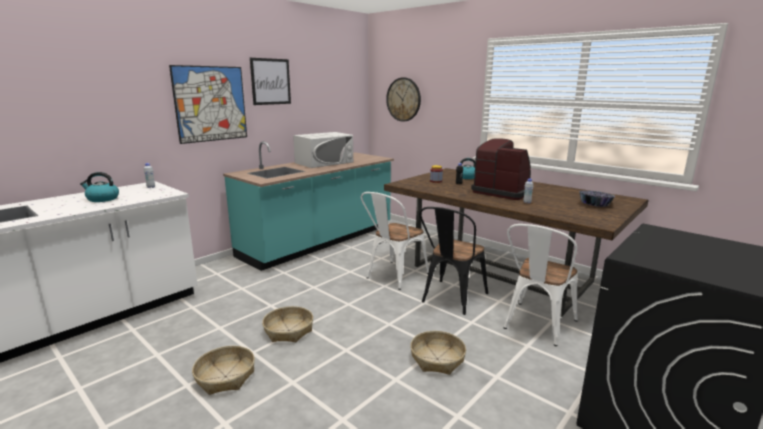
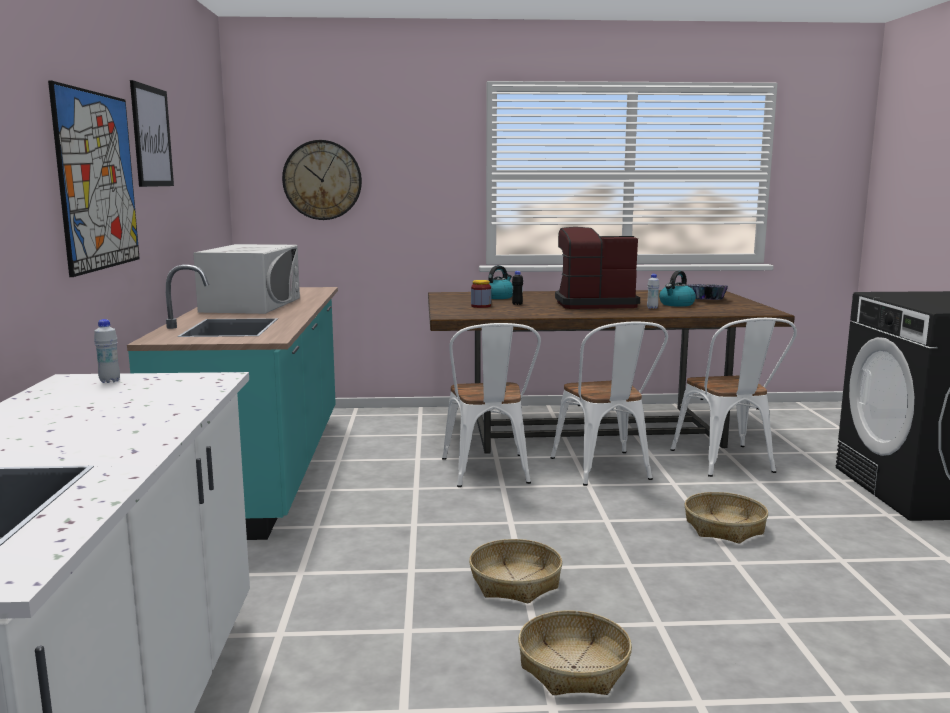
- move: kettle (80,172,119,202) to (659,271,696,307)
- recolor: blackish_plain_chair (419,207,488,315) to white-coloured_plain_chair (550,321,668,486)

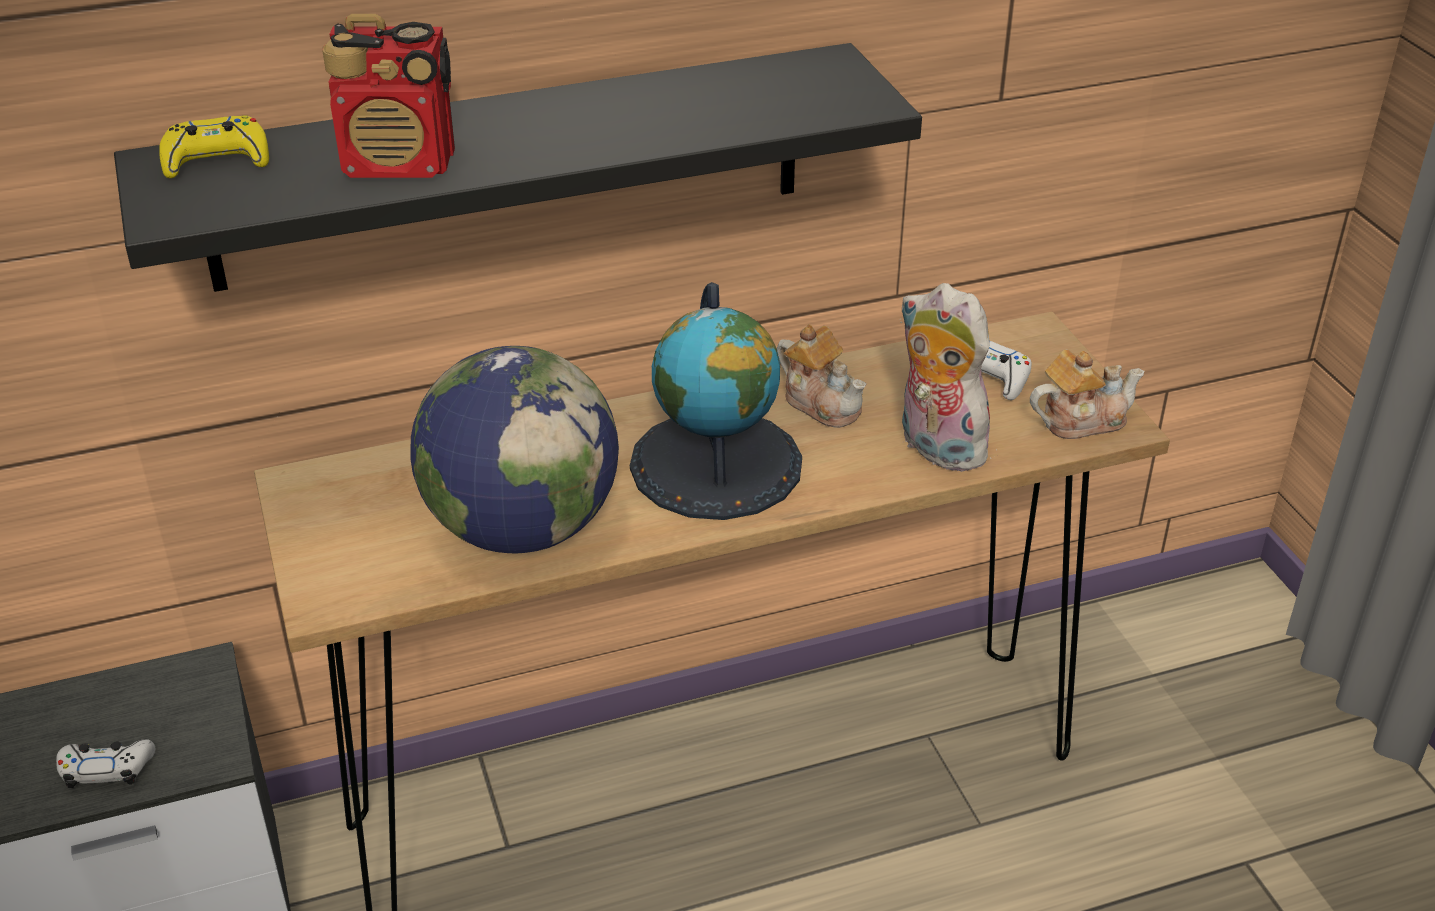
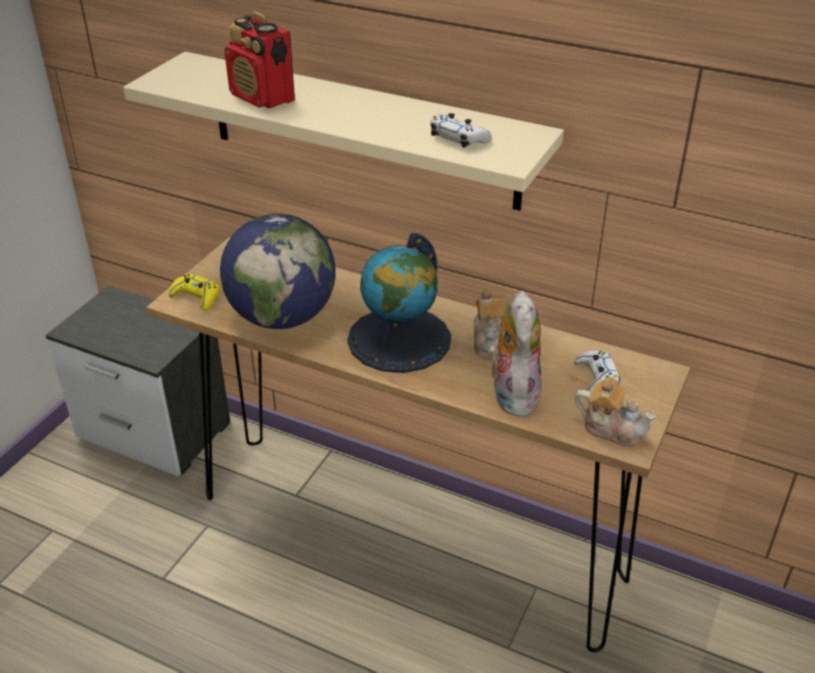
- recolor: blackish_wall_shelf (114,43,922,292) to beige-coloured_wall_shelf (123,52,564,211)
- move: yellow_game_controller (159,115,269,178) to (169,274,219,310)
- move: white-coloured_game_controller (56,739,155,789) to (430,113,492,148)

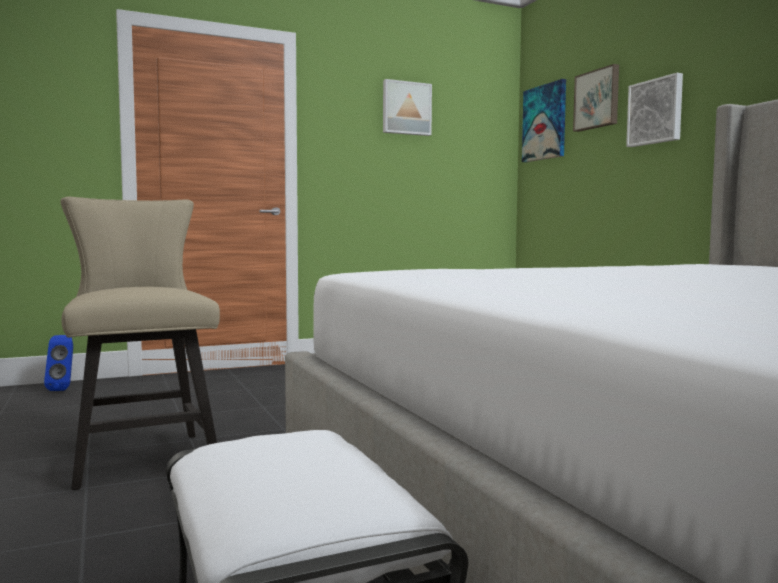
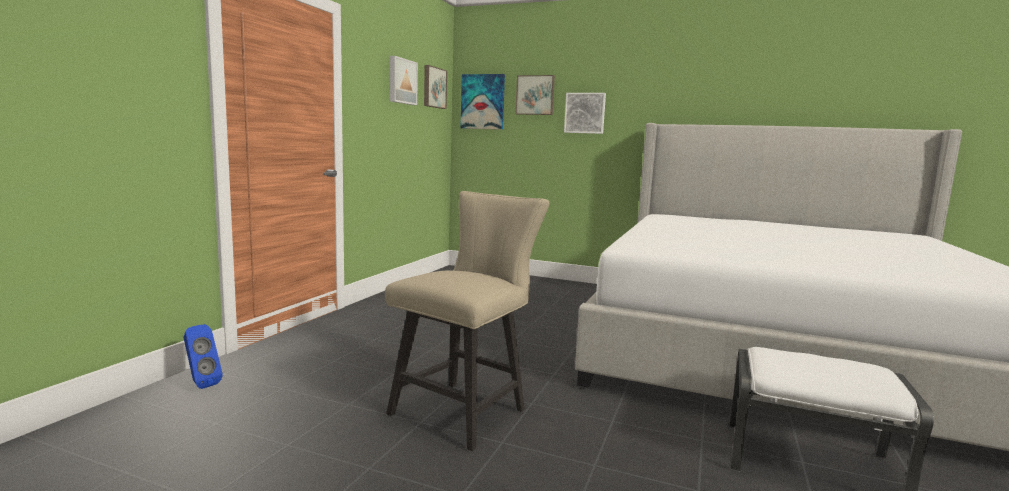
- rotate: beige-coloured_plain_chair (60,197,220,490) = (385,191,549,451) 105 degrees clockwise
- insert: picture (424,65,447,109)

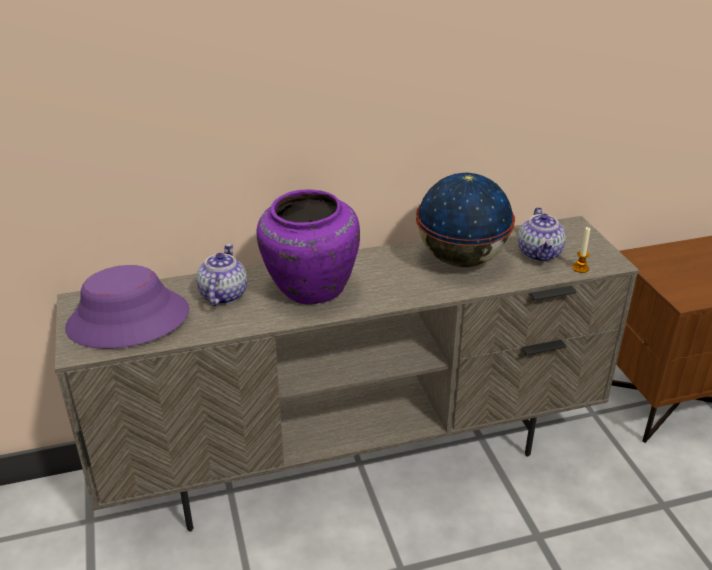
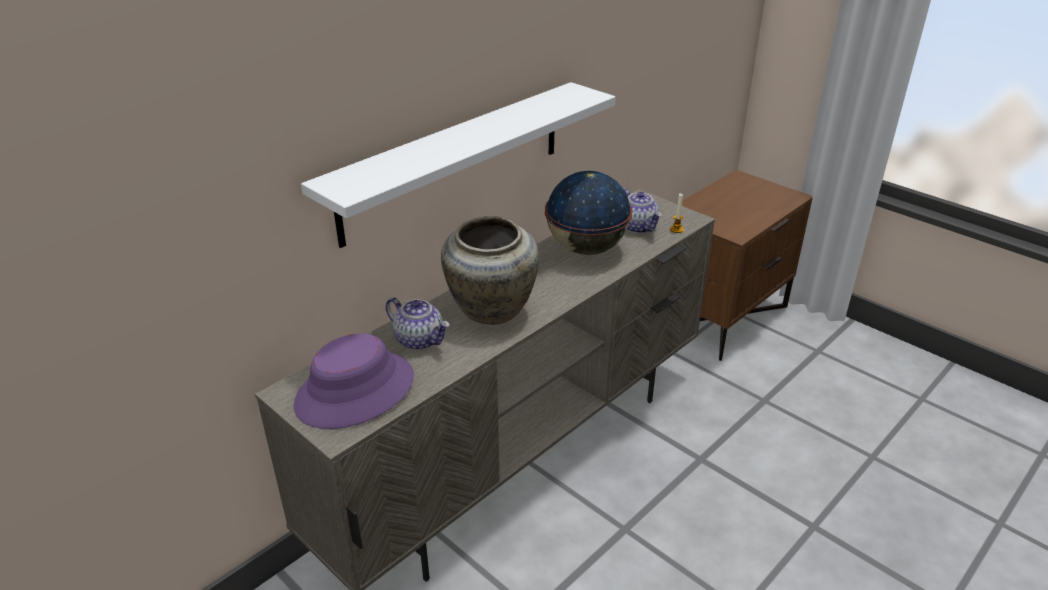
- recolor: purple-coloured_flower_vase (257,189,360,304) to beige-coloured_flower_vase (441,216,539,325)
- rotate: teapot (196,244,247,306) = (386,297,450,350) 150 degrees clockwise
- insert: white-coloured_wall_shelf (301,82,616,248)

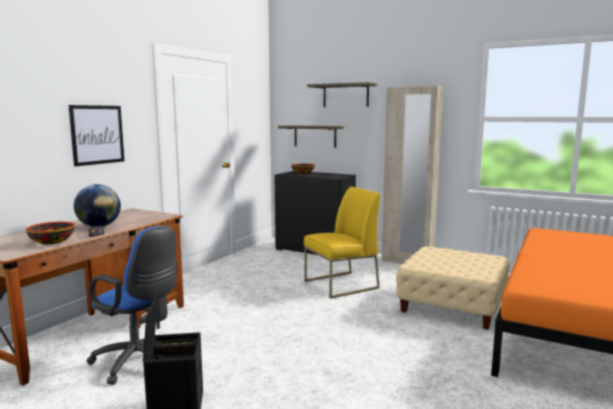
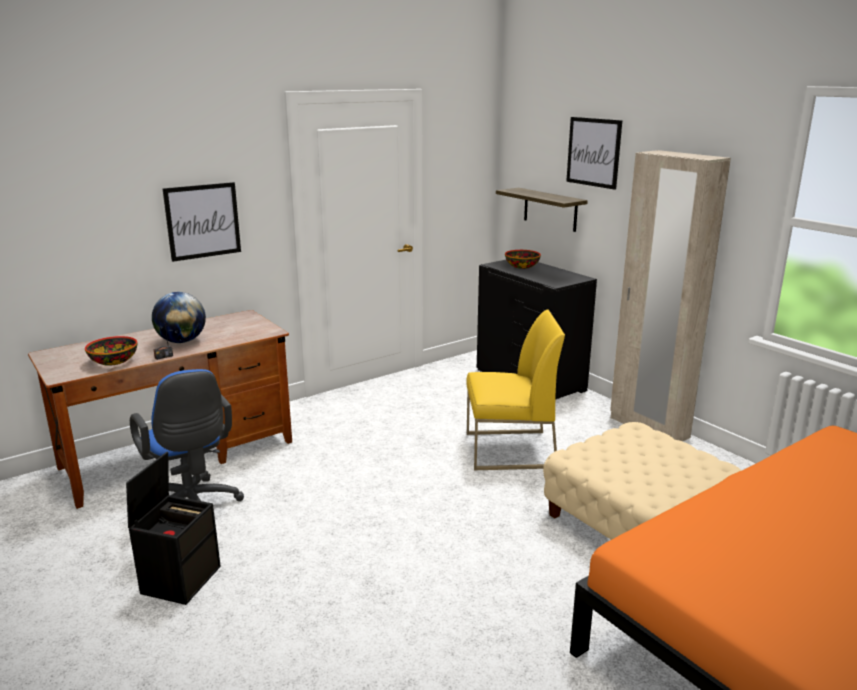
- replace: wall_shelf (307,82,377,107) to picture (566,117,622,190)

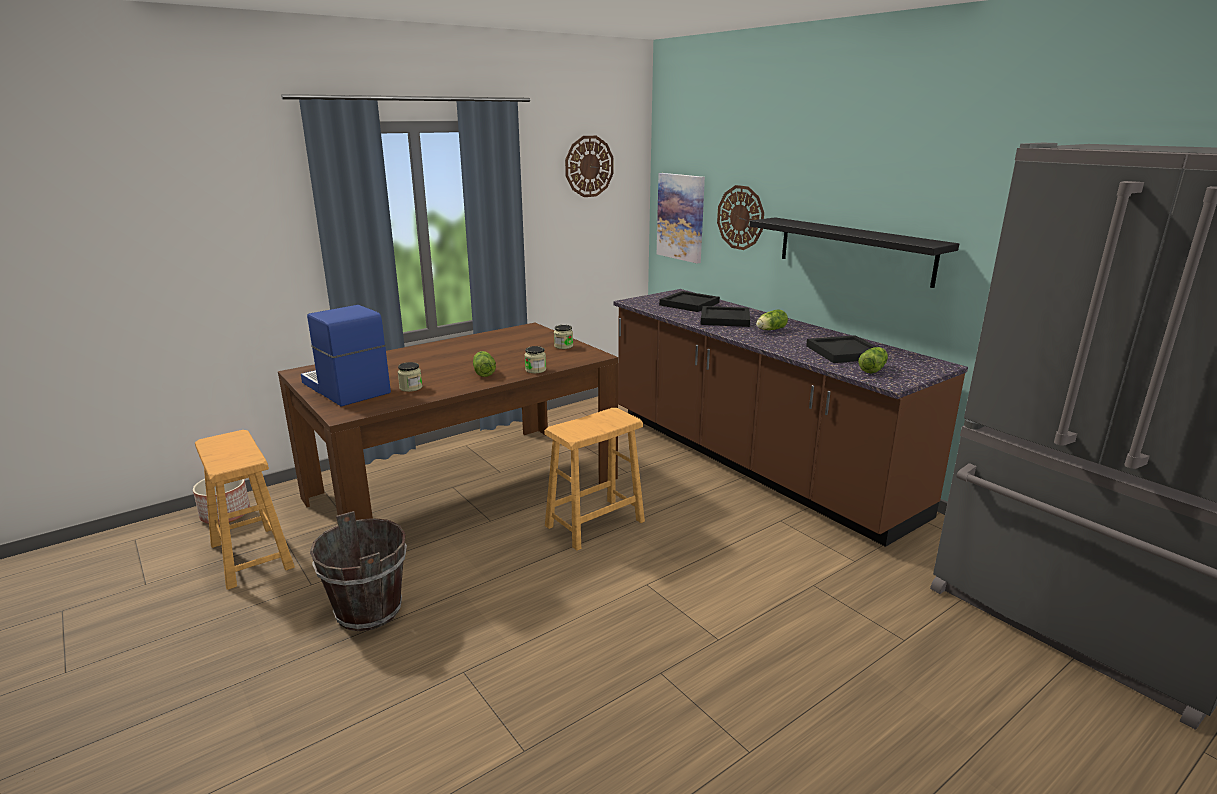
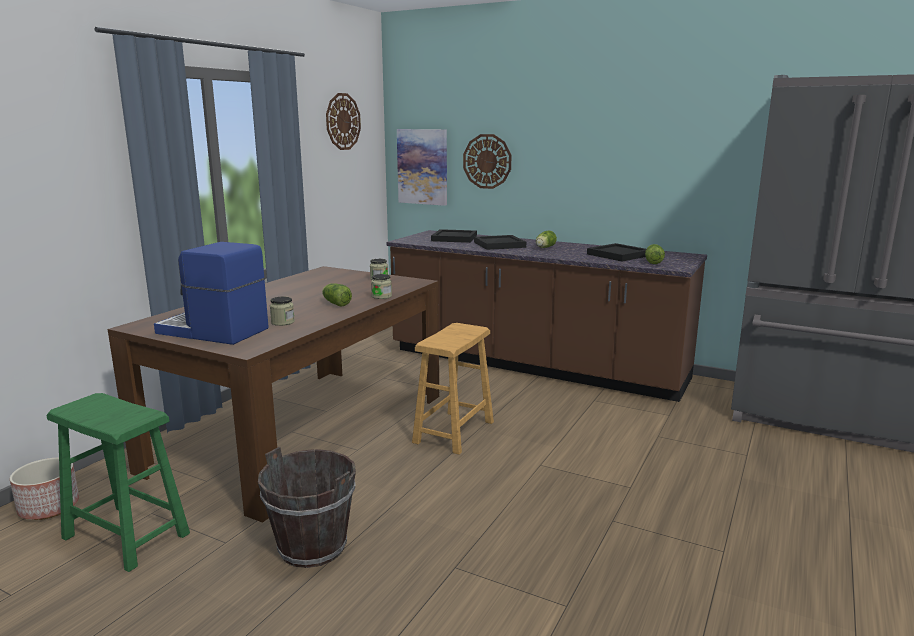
- delete: blackish_wall_shelf (750,218,959,288)
- recolor: brown_stool (195,430,295,590) to green-coloured_stool (47,393,190,572)

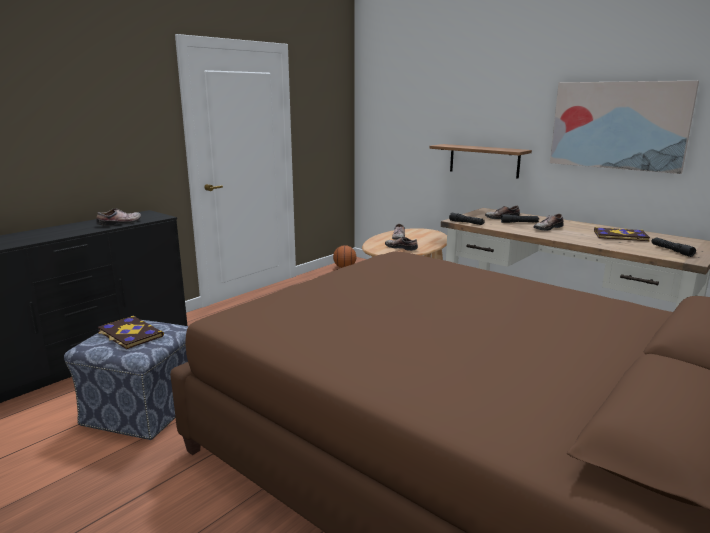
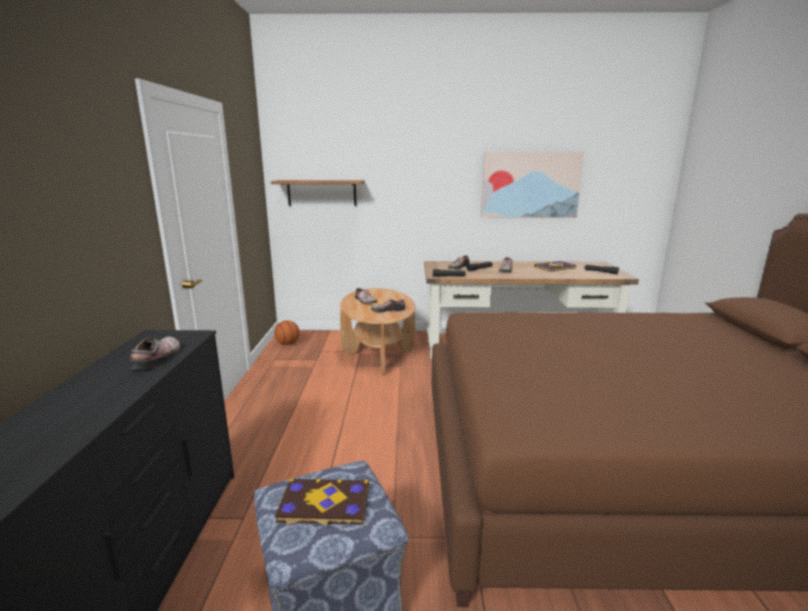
- move: wall_shelf (429,144,532,178) to (271,180,365,206)

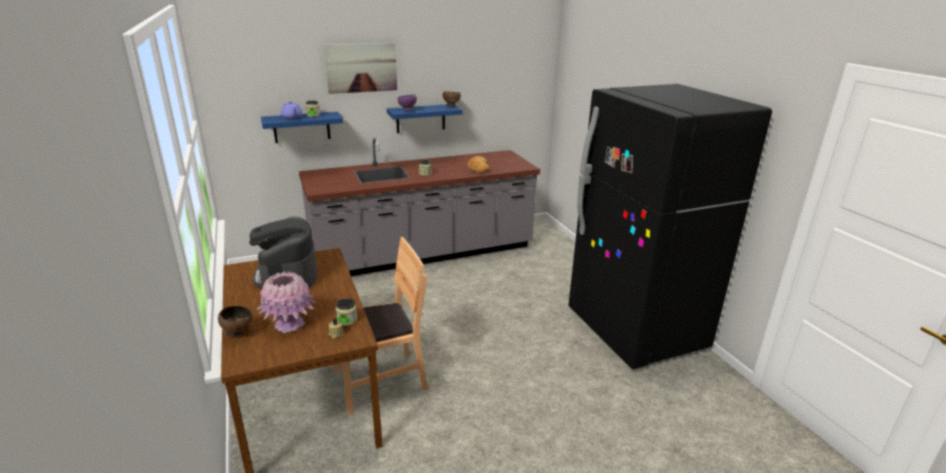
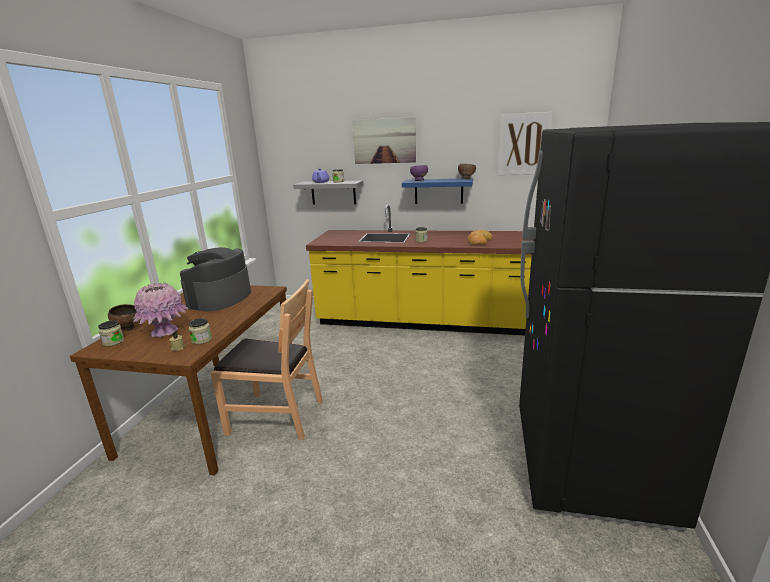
- recolor: blue-coloured_wall_shelf (261,112,343,143) to greyish_wall_shelf (293,180,363,205)
- recolor: greyish_kitchen_base_unit (299,138,540,276) to yellow_kitchen_base_unit (306,205,533,335)
- insert: picture (498,112,553,175)
- insert: storage_jar (98,320,124,346)

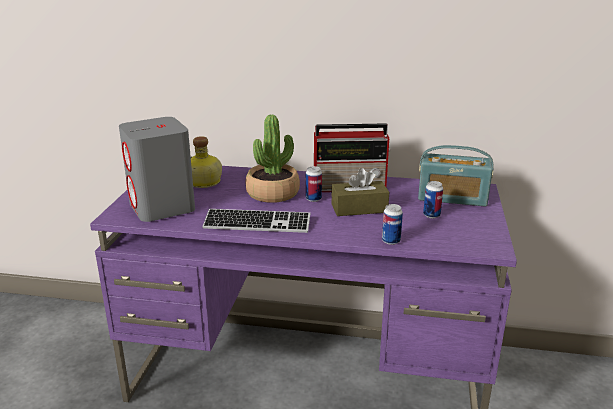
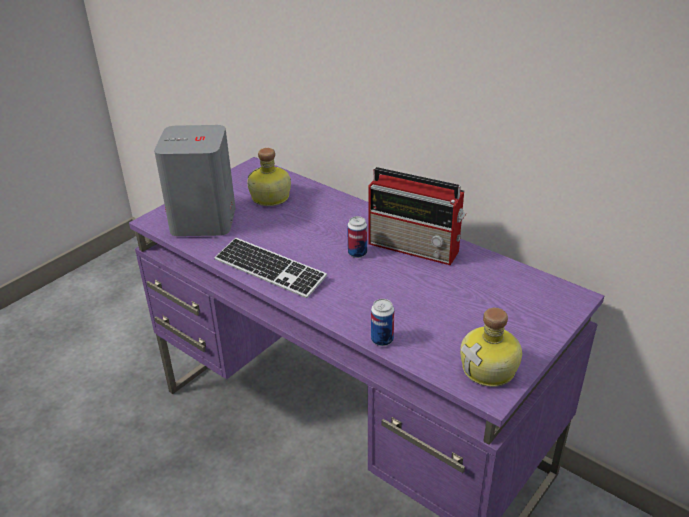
- delete: houseplant (246,115,300,203)
- delete: radio_set (418,145,494,206)
- delete: brown_box_of_tissues (331,168,389,216)
- delete: can (423,181,443,218)
- insert: bottle (460,308,522,387)

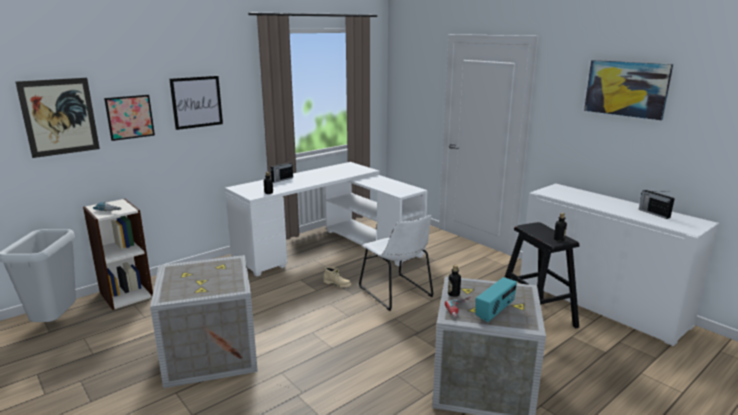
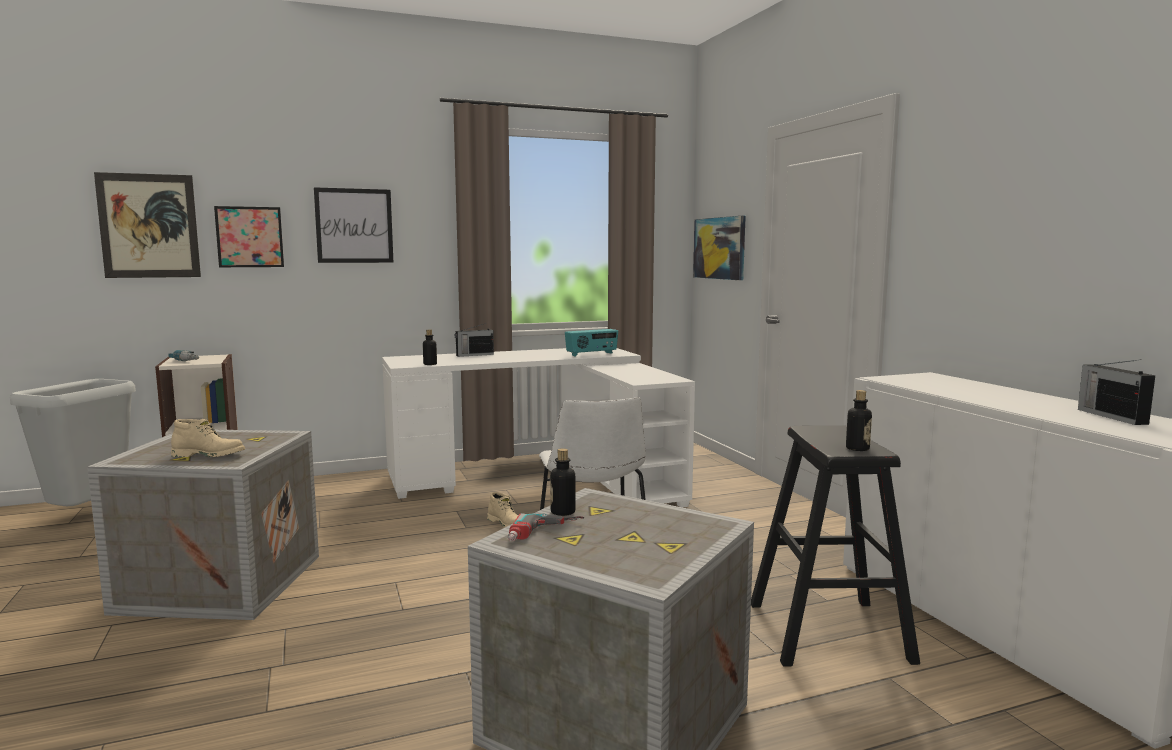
- move: picture (584,60,673,120) to (693,216,746,280)
- move: radio_set (475,277,517,323) to (565,329,618,356)
- insert: beige-coloured_boot (171,419,245,457)

